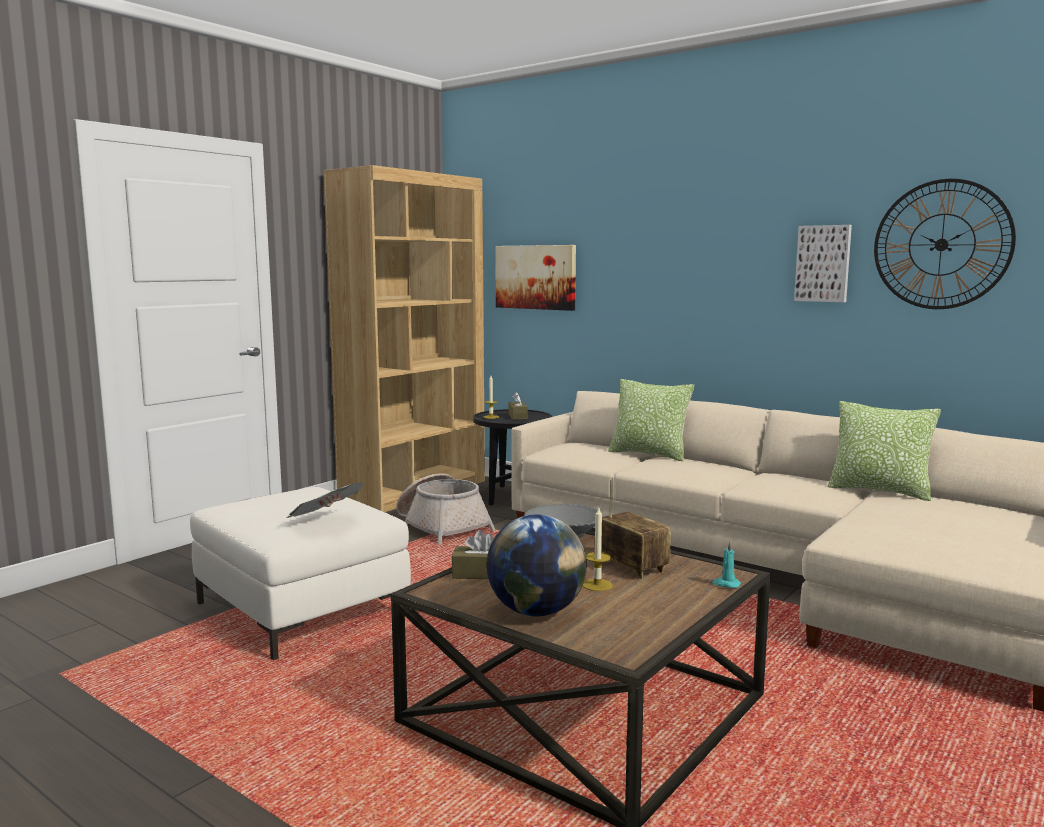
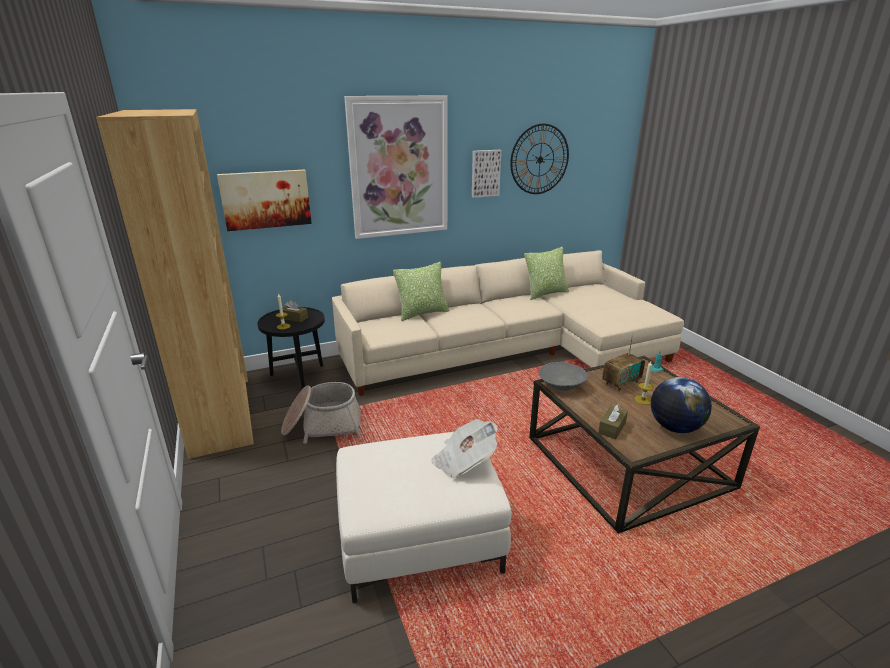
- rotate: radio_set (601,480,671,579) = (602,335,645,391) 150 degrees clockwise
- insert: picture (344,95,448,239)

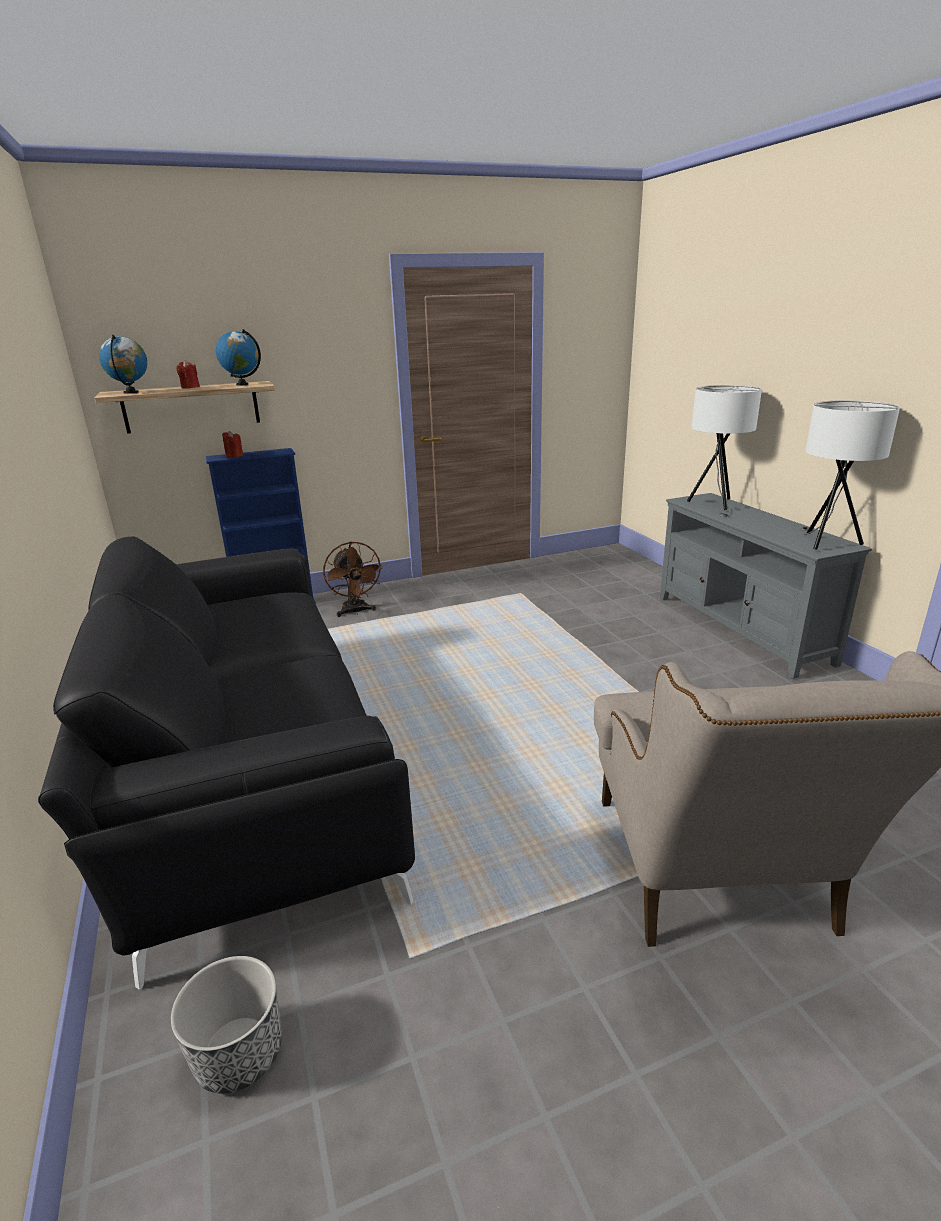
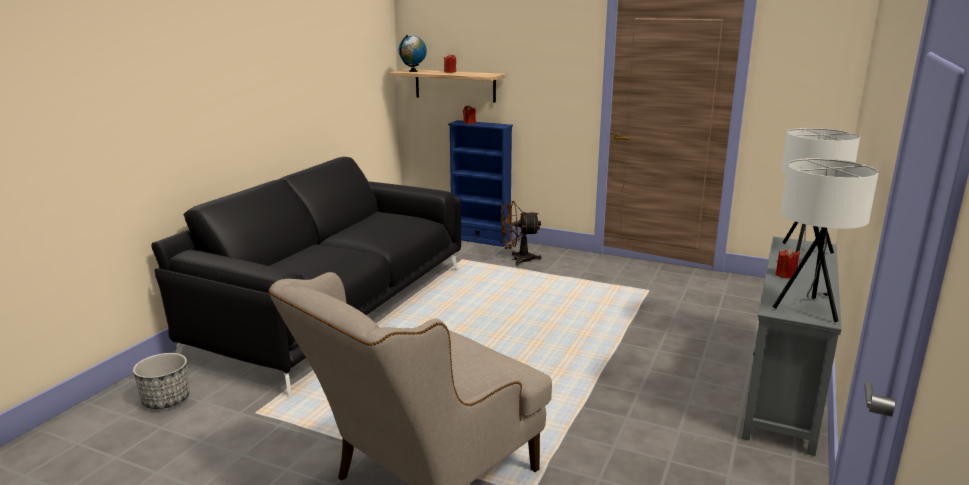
- delete: globe (216,329,261,386)
- rotate: brown_fan (323,541,383,617) = (500,201,542,266) 60 degrees clockwise
- insert: red-coloured_wax_light (776,248,800,279)

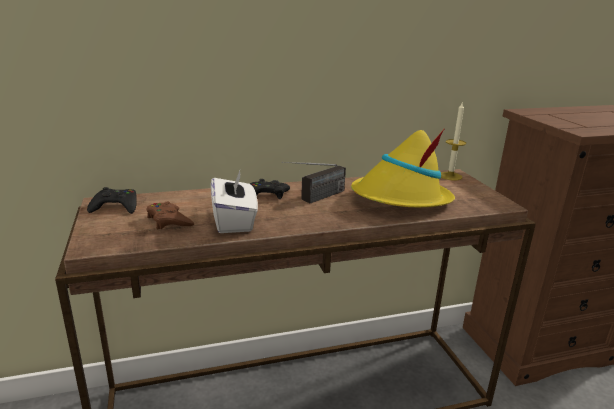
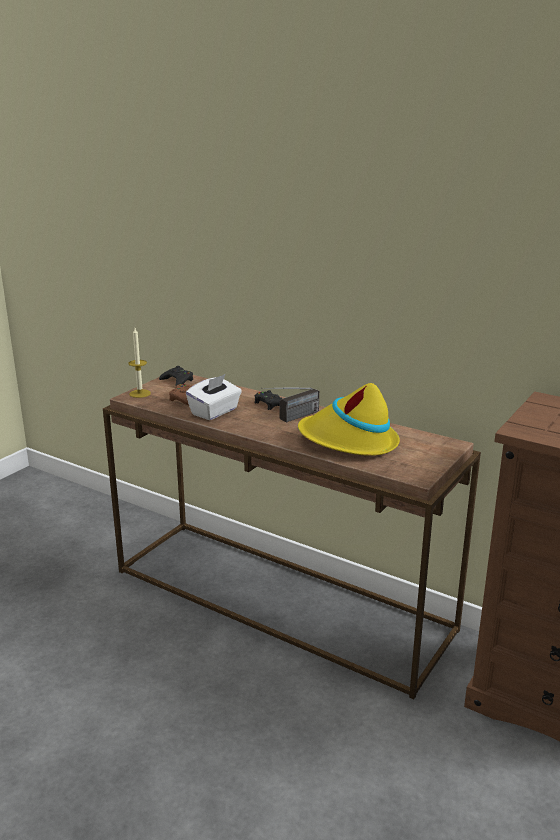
- move: wax_light (441,101,466,181) to (128,328,151,398)
- rotate: radio_set (282,162,346,204) = (261,388,319,422) 45 degrees counterclockwise

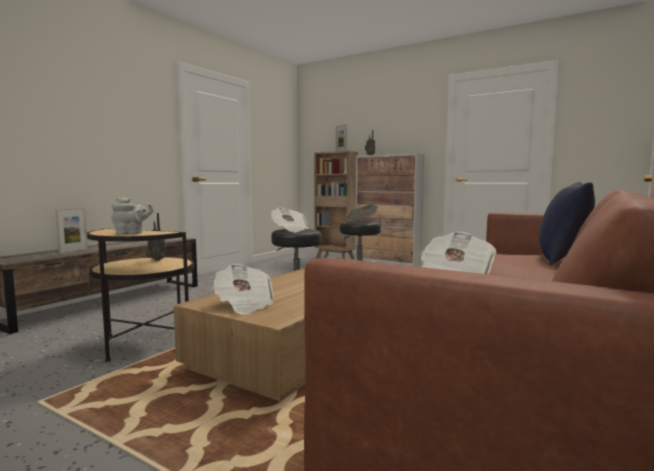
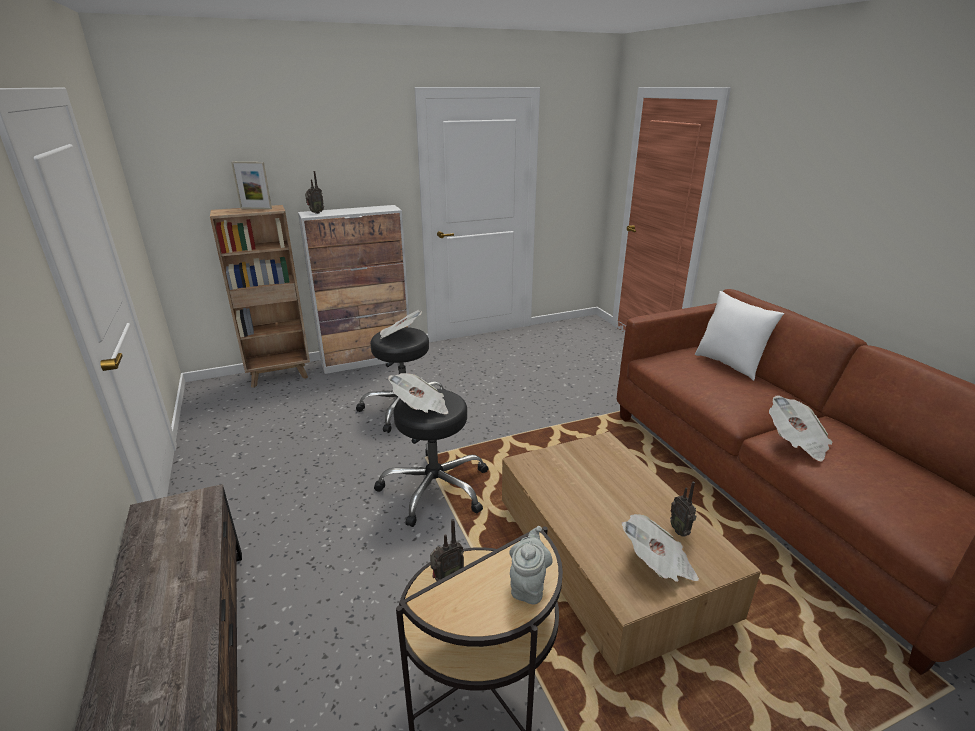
- recolor: blue-coloured_pillow (539,182,595,265) to white-coloured_pillow (695,291,784,381)
- delete: photo_frame (55,208,88,253)
- insert: radio_set (670,481,696,537)

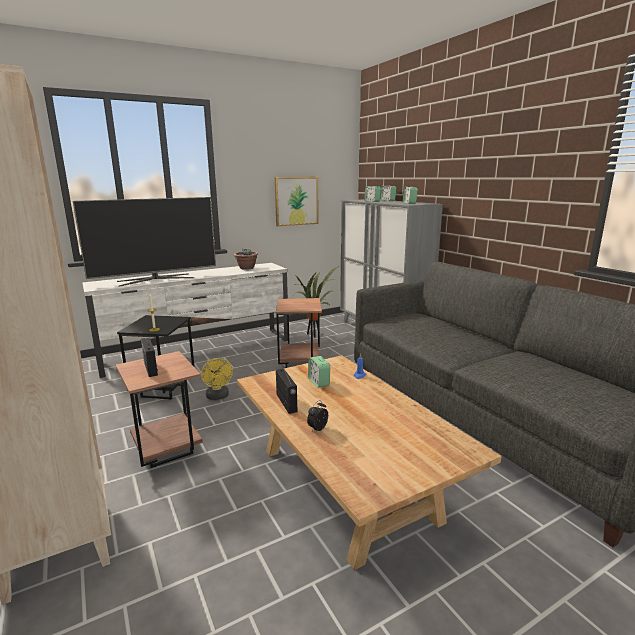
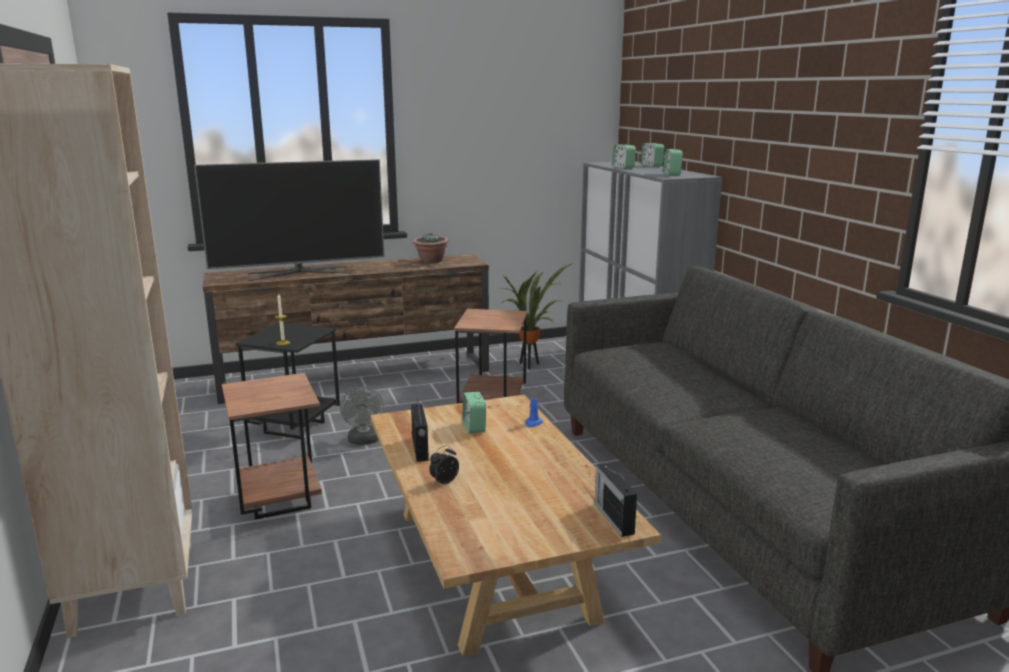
- delete: picture (275,177,318,226)
- recolor: white-coloured_tv_unit (82,263,288,378) to brown_tv_unit (203,254,489,404)
- move: radio_set (141,337,158,377) to (595,463,637,537)
- recolor: yellow_fan (201,358,233,400) to greyish_fan (340,387,384,445)

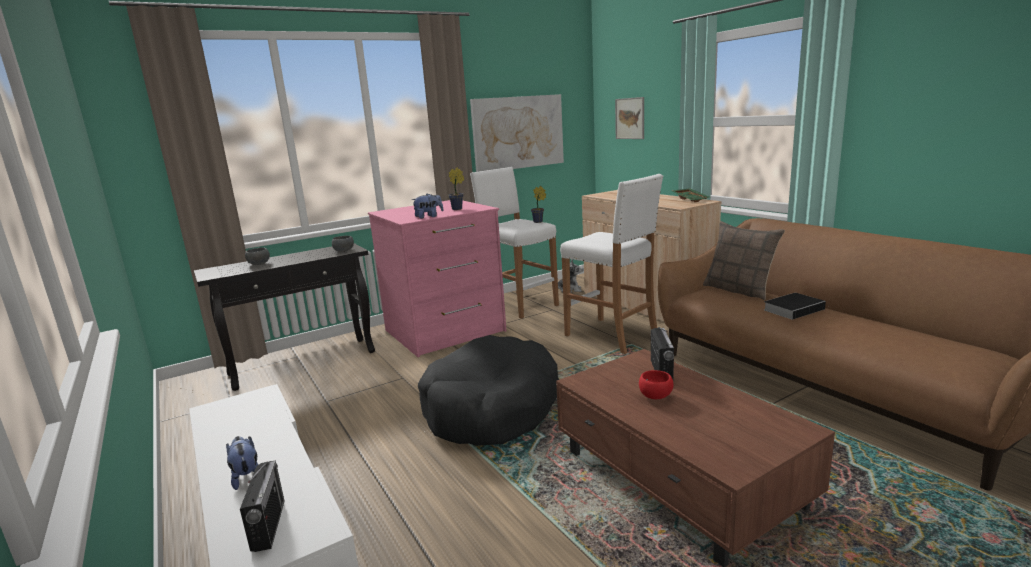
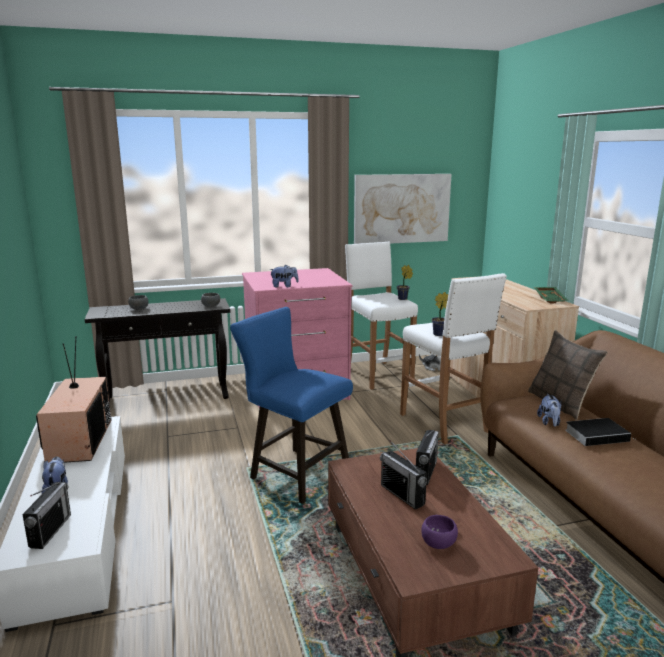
- delete: picture (615,97,644,139)
- move: houseplant (448,167,464,210) to (432,292,448,336)
- replace: blackish_dog_cushion (418,335,559,446) to blue-coloured_stool (230,307,353,504)
- replace: red-coloured_serving_bowl (639,370,674,399) to radio_set (380,440,427,510)
- insert: TV_set (36,336,112,463)
- insert: plush_toy (537,394,562,427)
- insert: purple-coloured_serving_bowl (421,515,458,549)

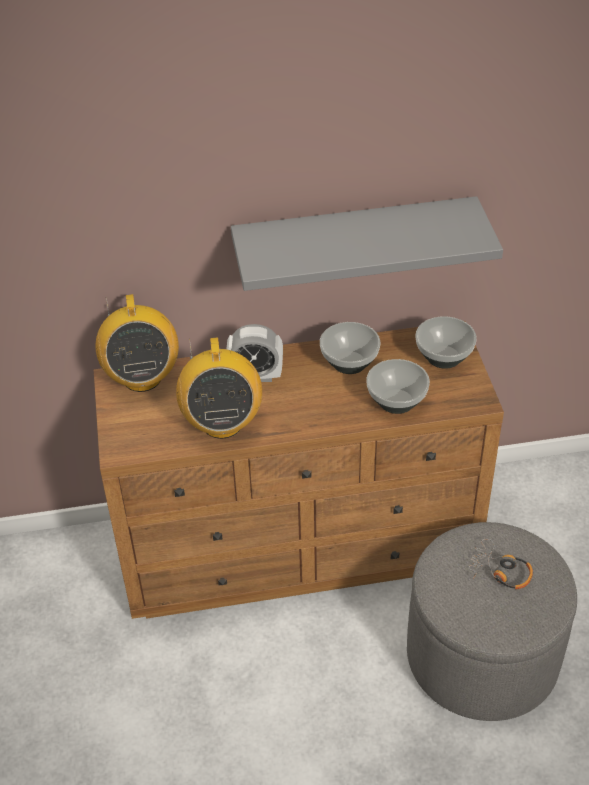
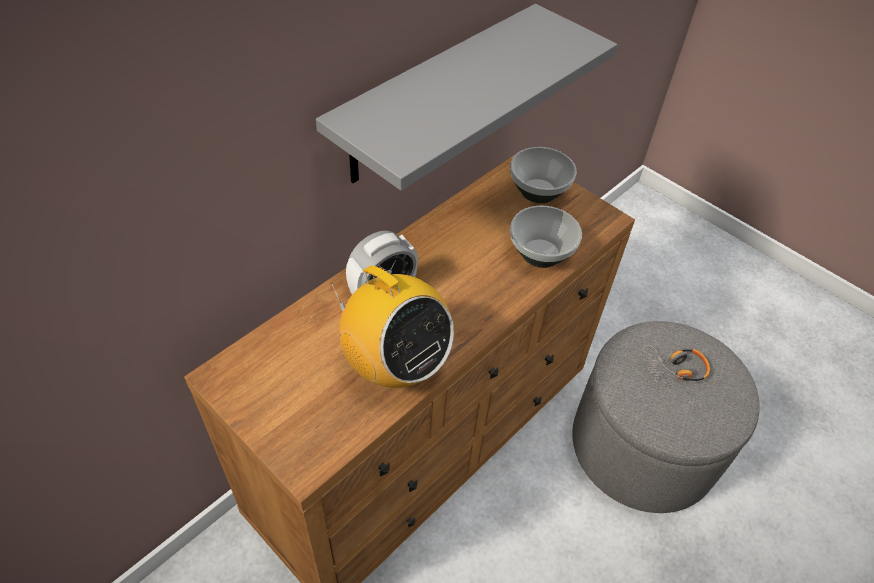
- delete: radio_set (95,294,179,392)
- delete: serving_bowl (320,322,380,374)

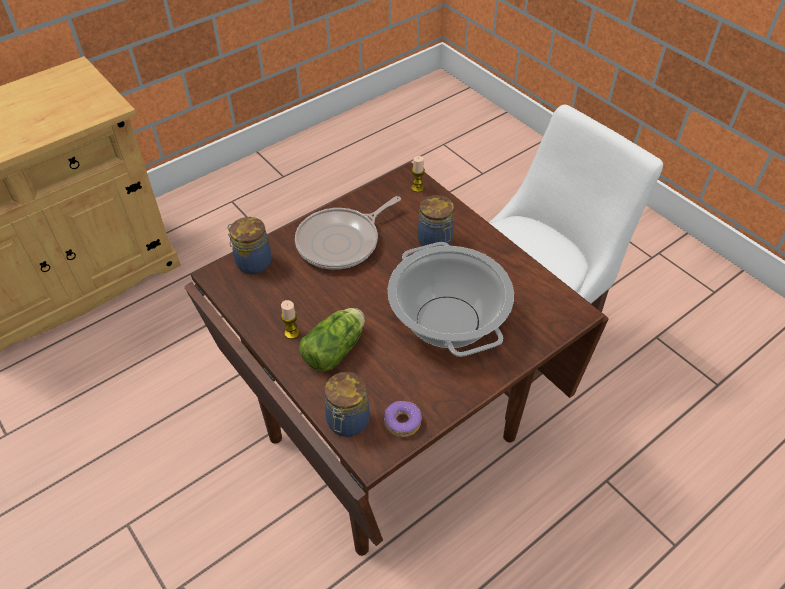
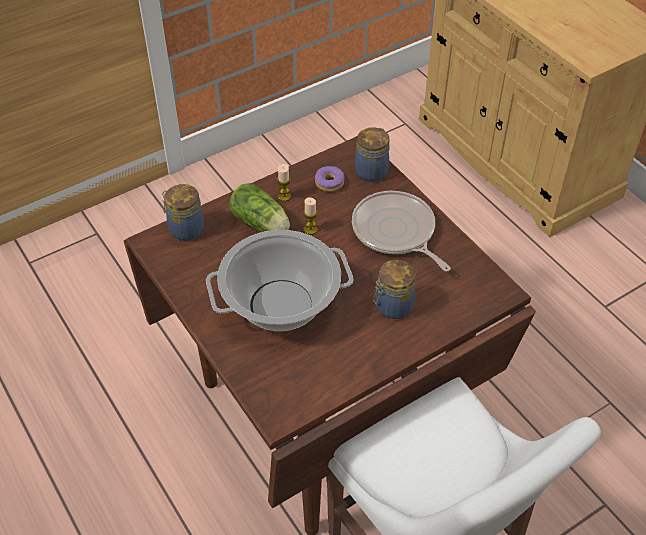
- move: wax_light (411,156,425,192) to (303,198,318,235)
- move: donut (384,401,422,437) to (315,166,344,192)

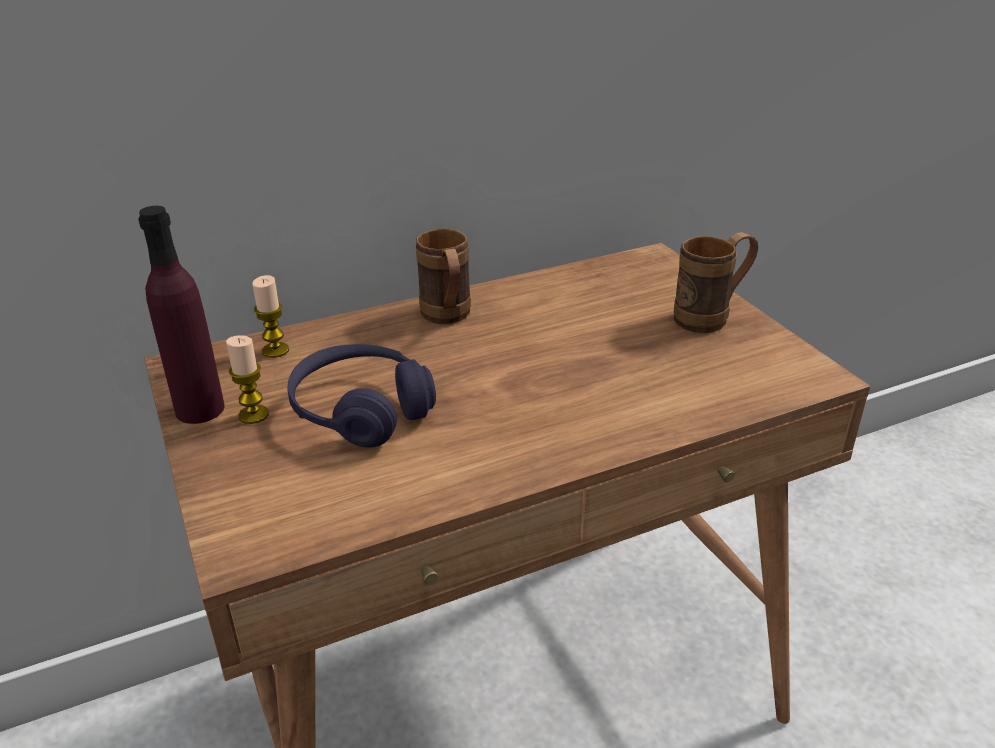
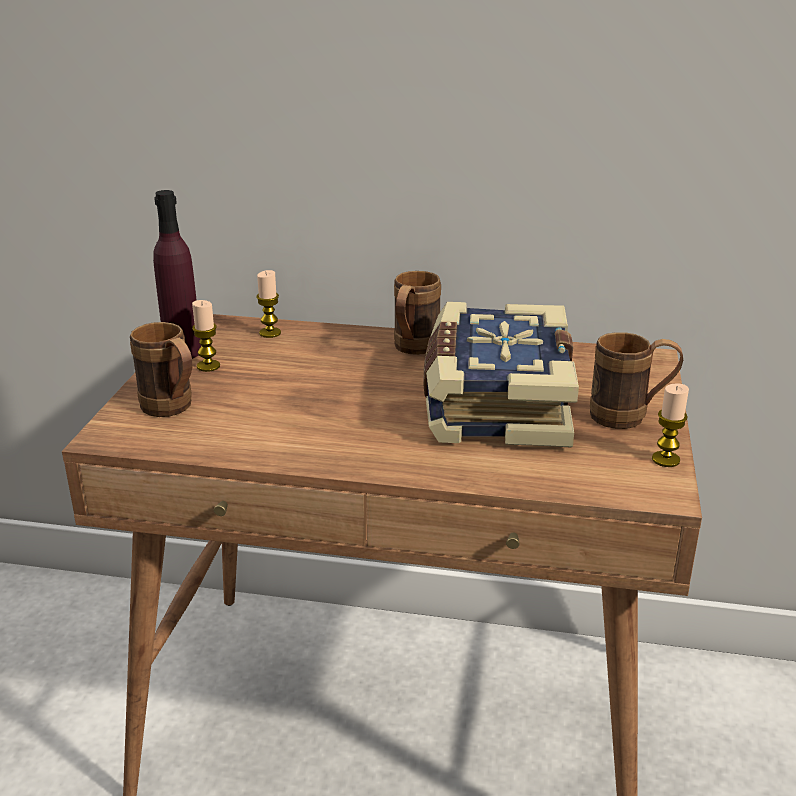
- delete: purple-coloured_headset (287,344,436,448)
- insert: book (423,302,579,447)
- insert: brown_mug (130,322,192,417)
- insert: wax_light (652,383,689,467)

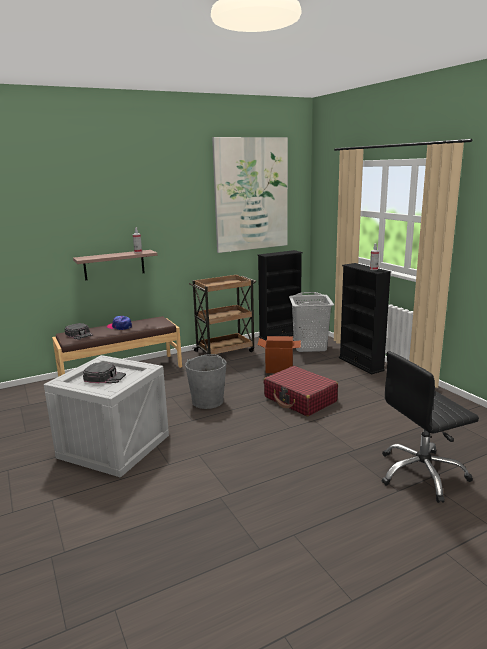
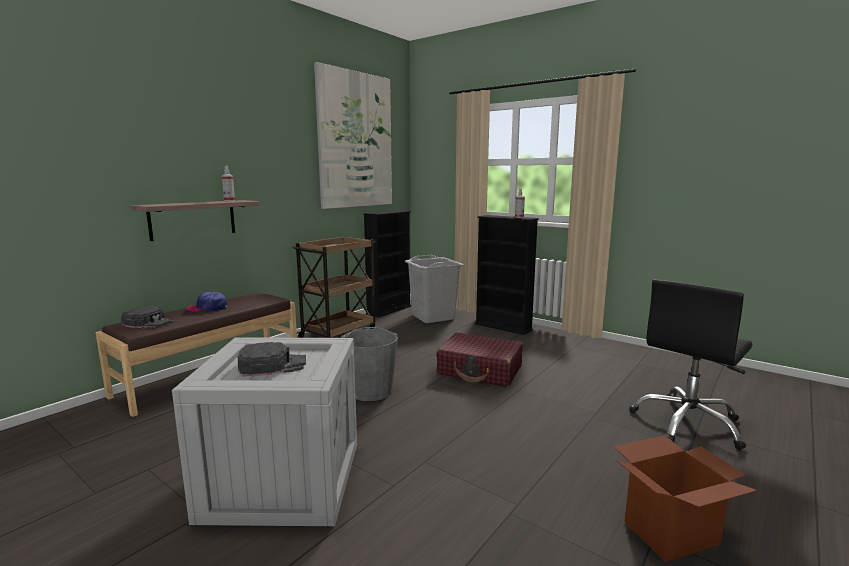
- move: carton (258,336,301,373) to (613,435,758,562)

